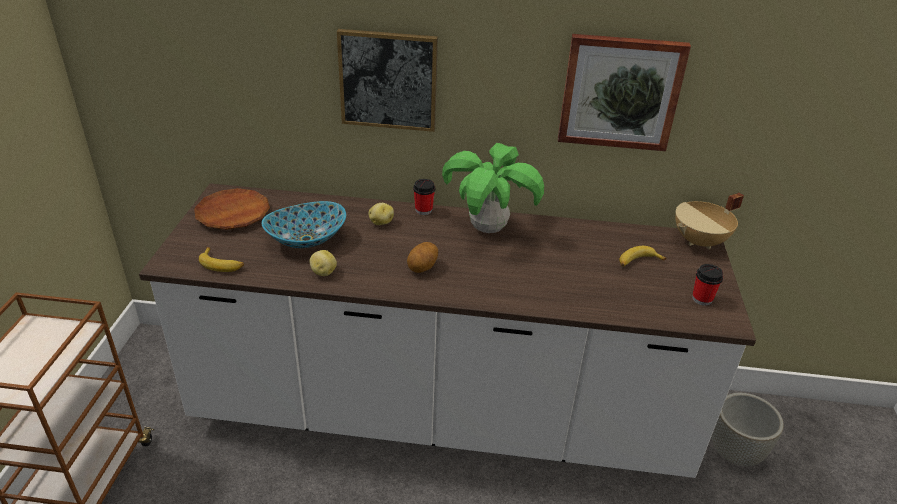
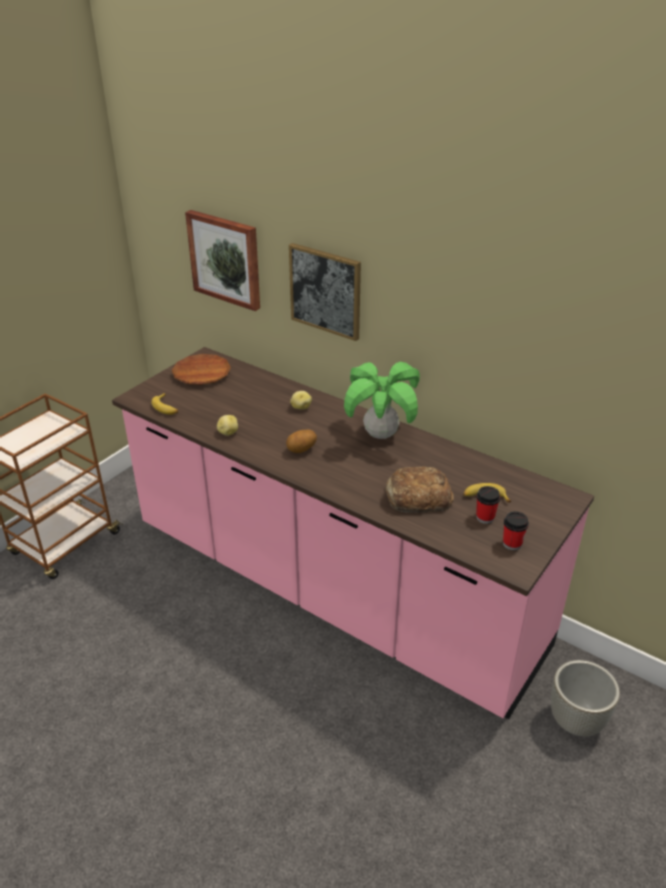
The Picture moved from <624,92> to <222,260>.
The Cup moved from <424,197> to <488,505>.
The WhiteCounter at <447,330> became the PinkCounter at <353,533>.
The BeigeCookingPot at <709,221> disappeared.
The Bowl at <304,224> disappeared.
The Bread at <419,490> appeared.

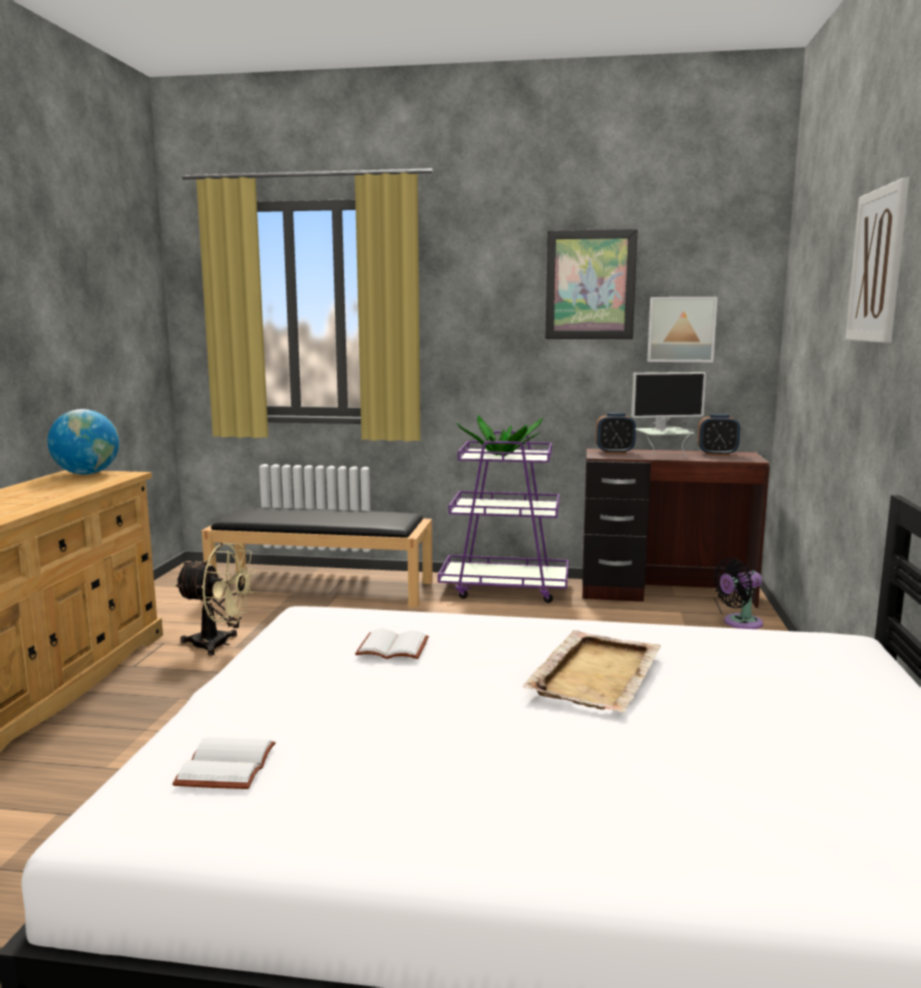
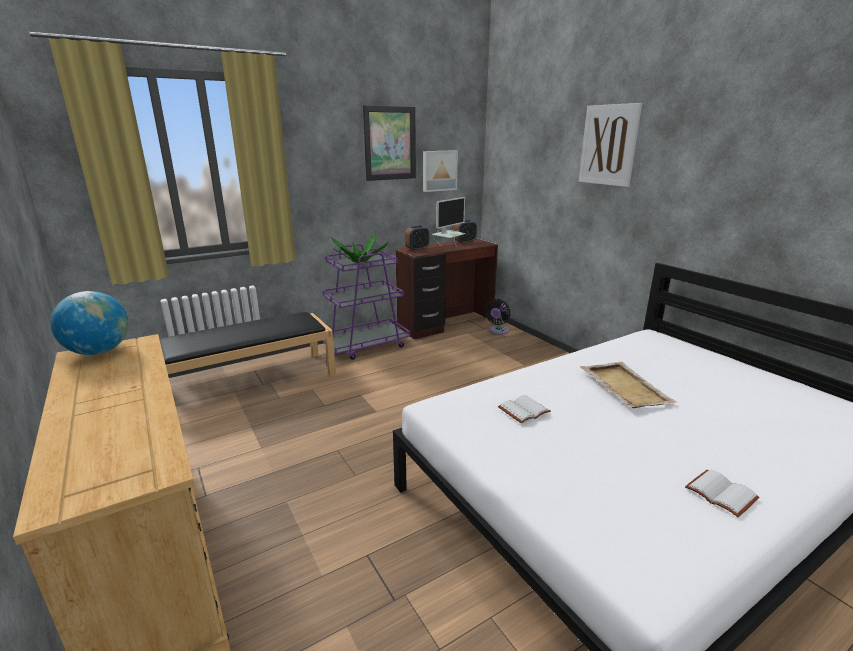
The BeigeFan at <215,599> disappeared.
The WhiteBook moved from <224,763> to <722,493>.

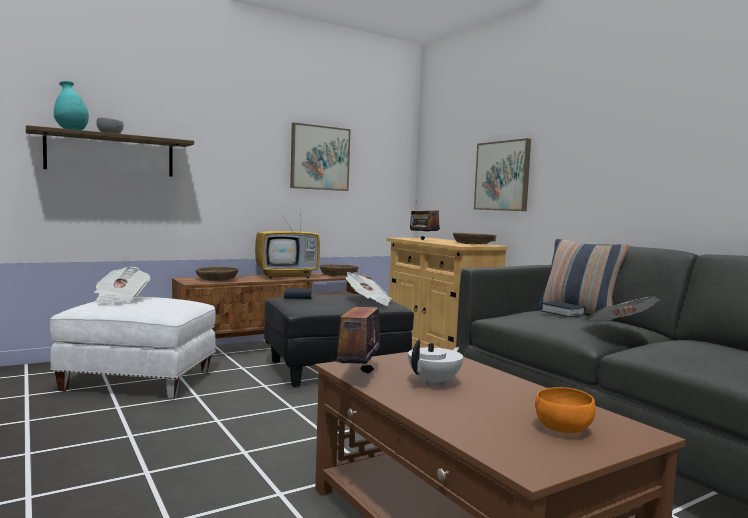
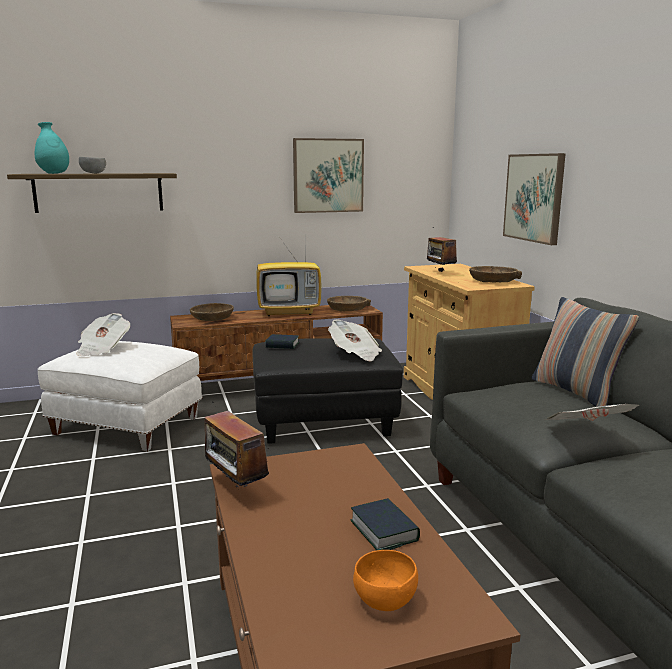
The Radio at <356,331> turned 60 degrees counterclockwise.
The Book moved from <563,309> to <385,524>.
The WhiteTeapot at <435,363> disappeared.

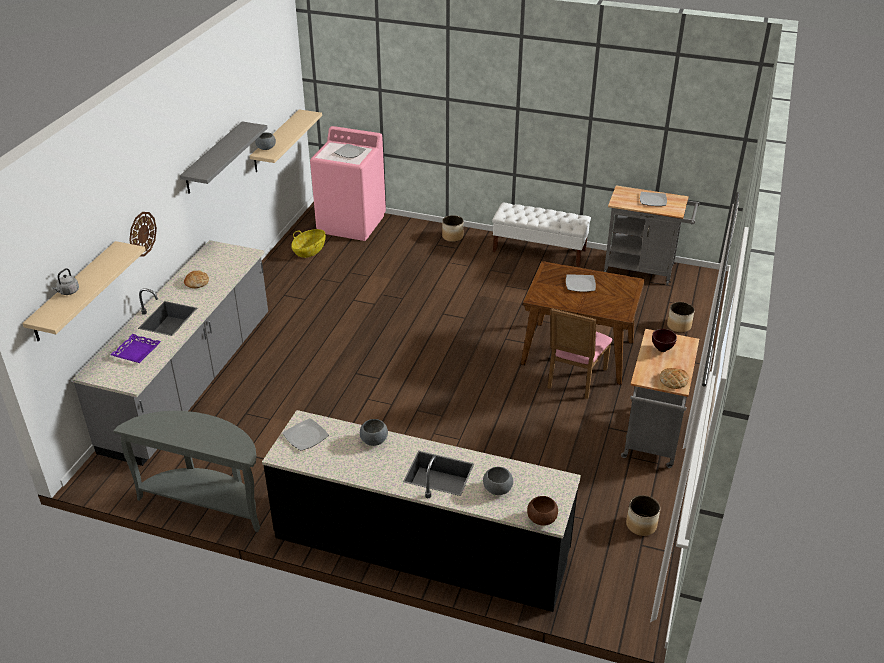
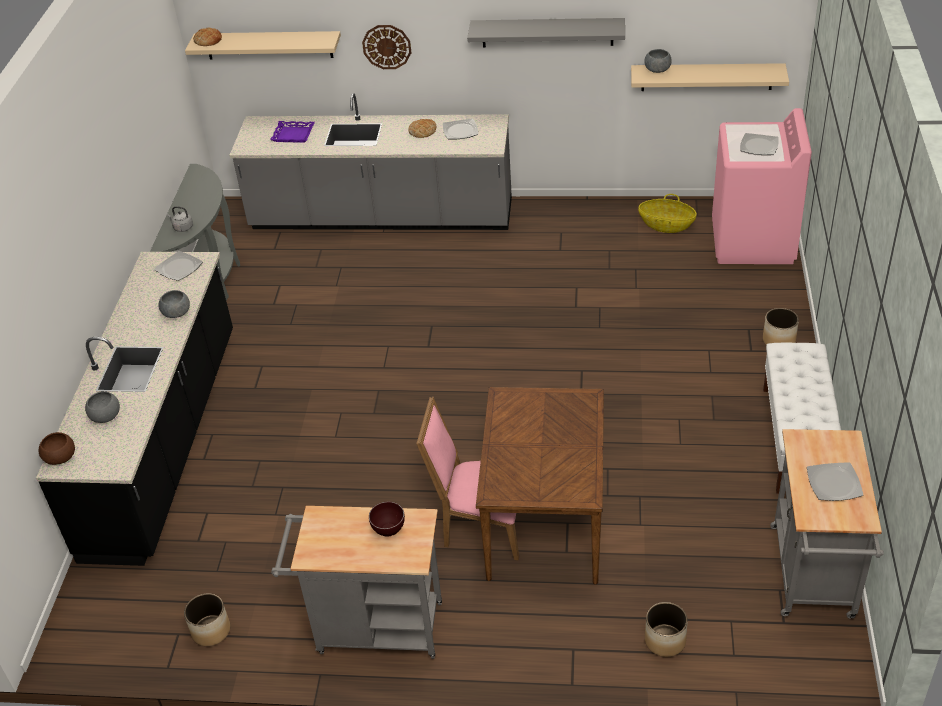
The GreyKettle moved from <65,281> to <180,219>.
The Plate moved from <581,283> to <460,128>.
The Bread moved from <674,378> to <207,37>.

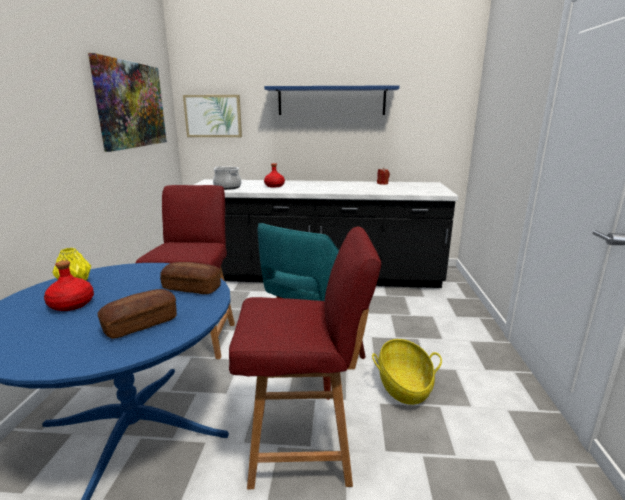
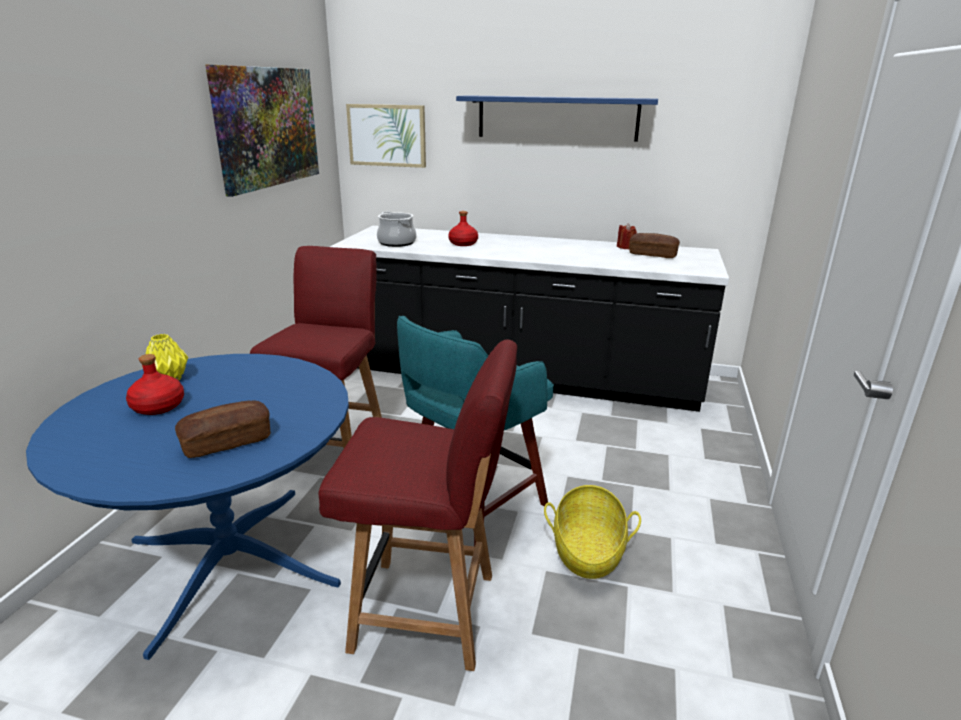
The Bread moved from <190,278> to <654,245>.

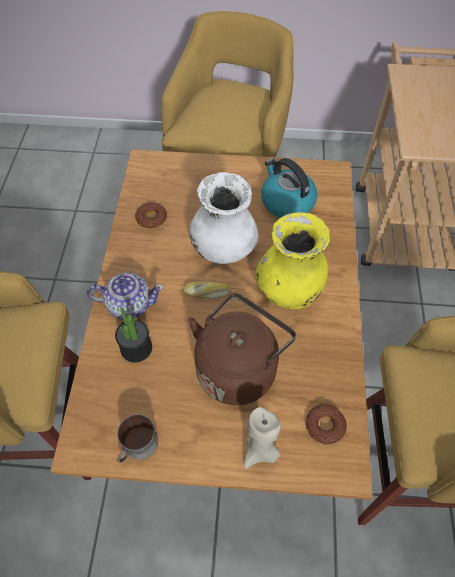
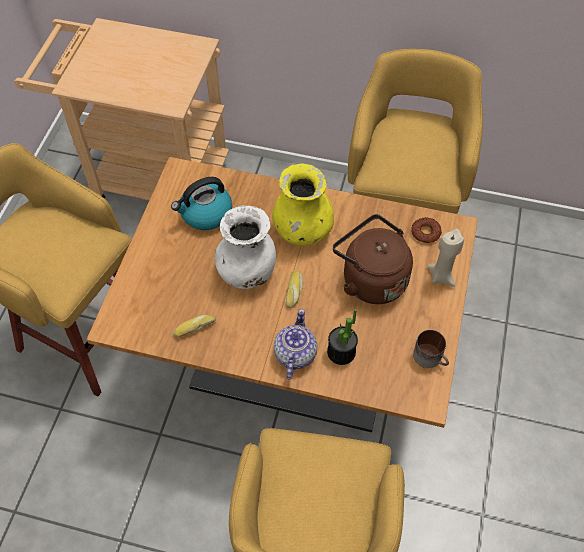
The Donut at <151,215> was replaced by the Bread at <194,326>.

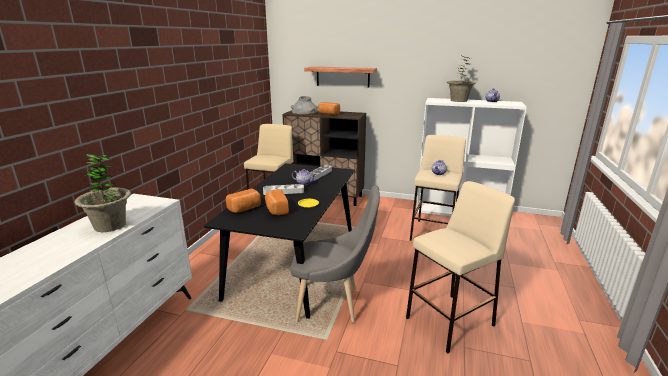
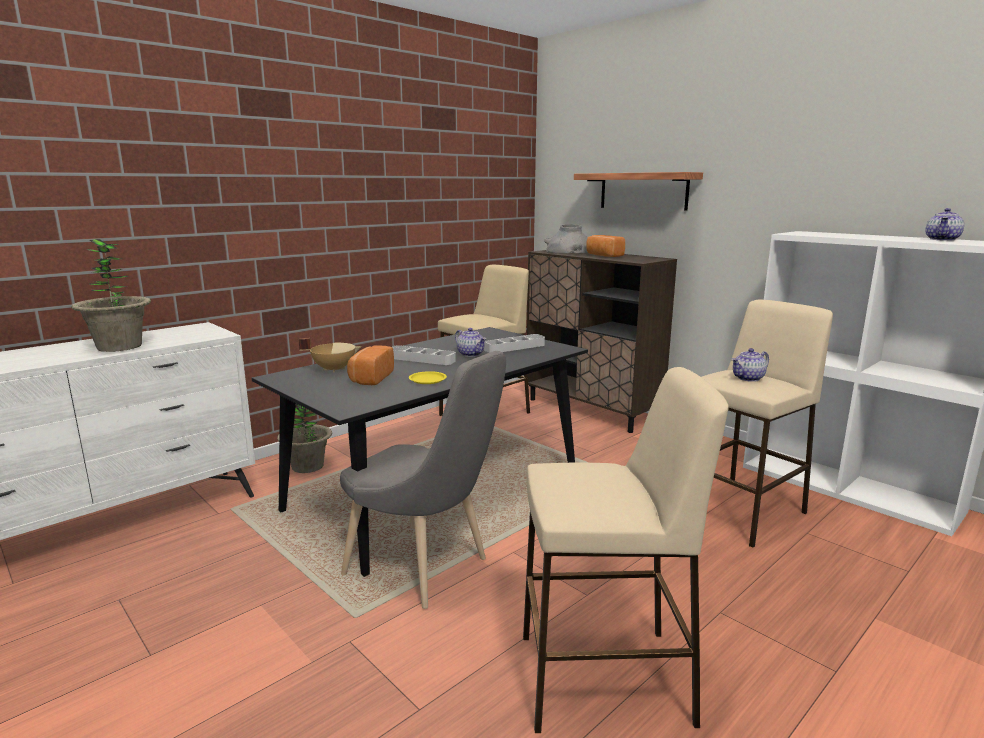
The PottedPlant moved from <461,79> to <304,438>.
The Bread at <243,201> was replaced by the BeigeCookingPot at <329,355>.

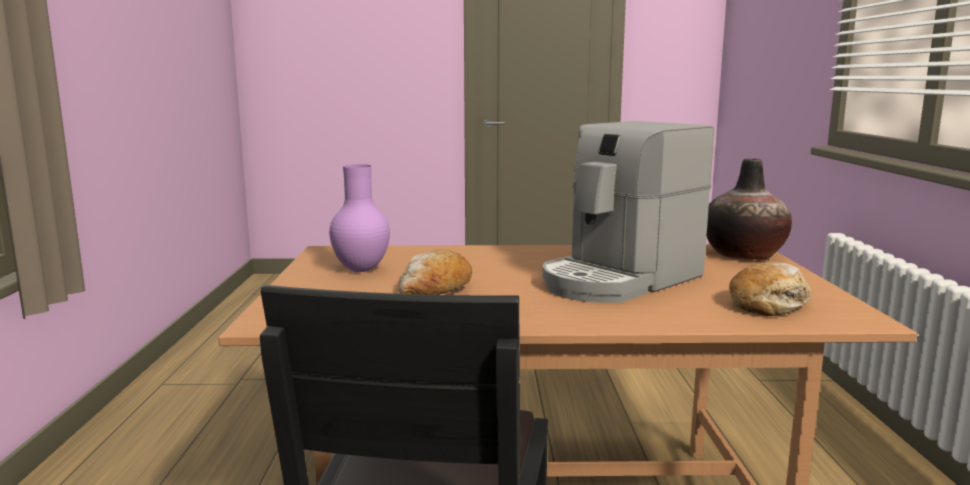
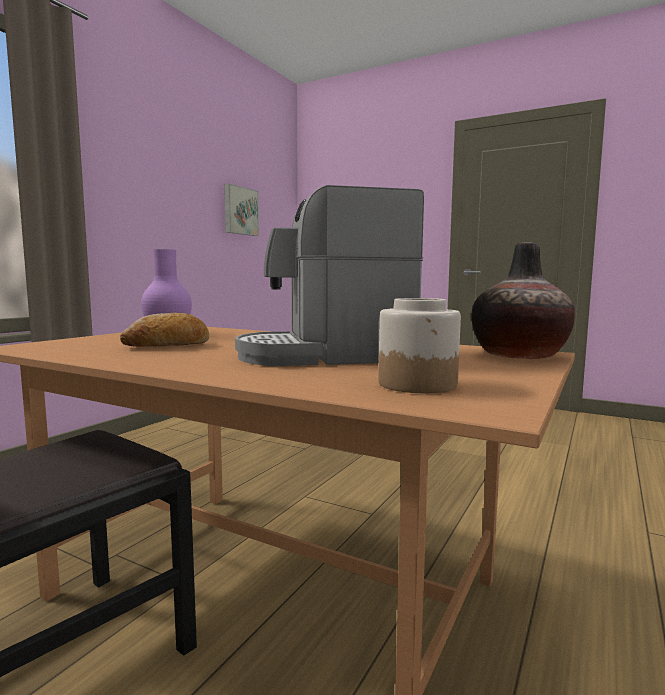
The Bread at <770,289> was replaced by the Jar at <419,345>.
The Picture at <241,209> appeared.

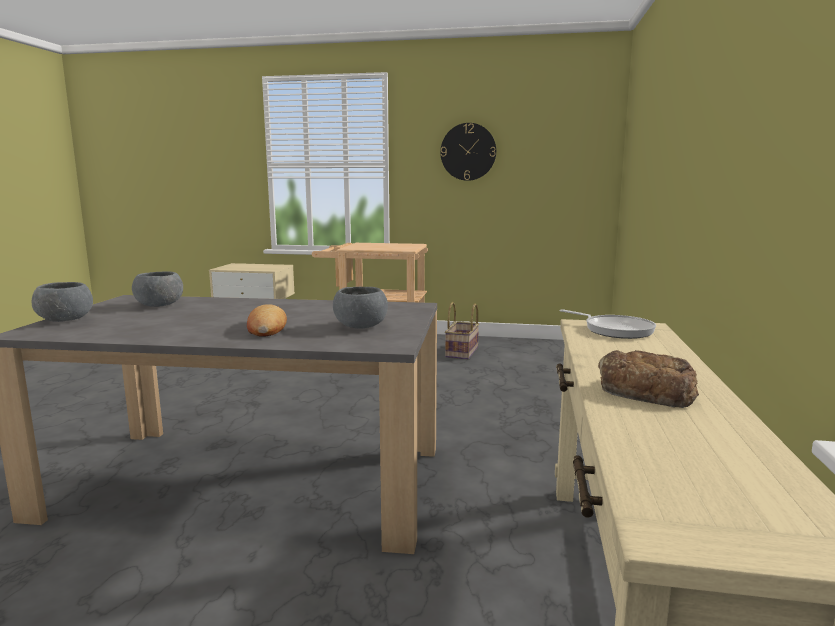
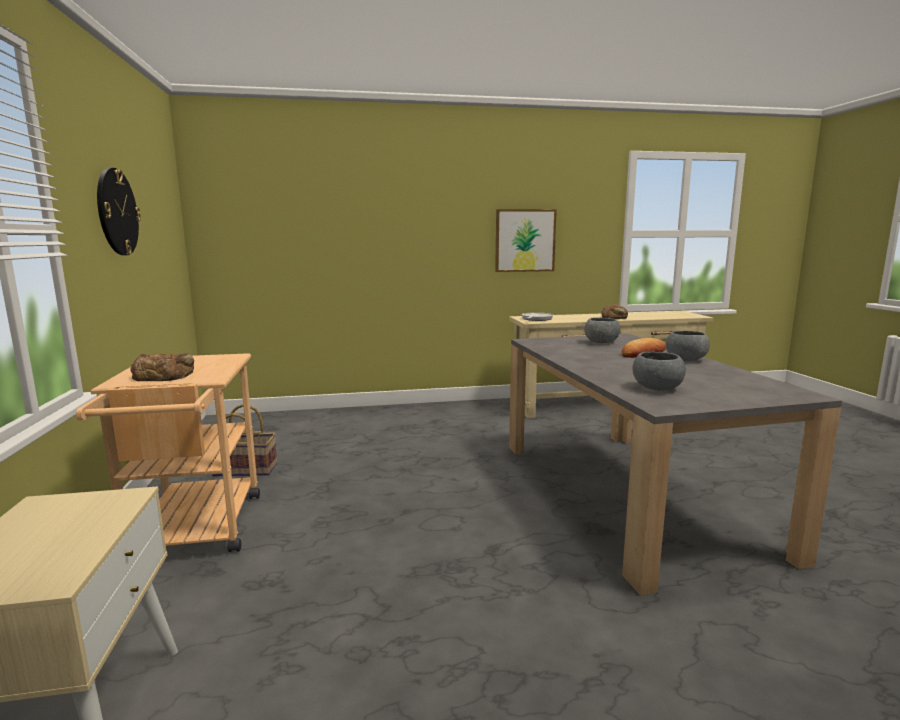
The GreyBowl moved from <62,302> to <688,346>.
The Picture at <526,240> appeared.
The Bread at <162,367> appeared.

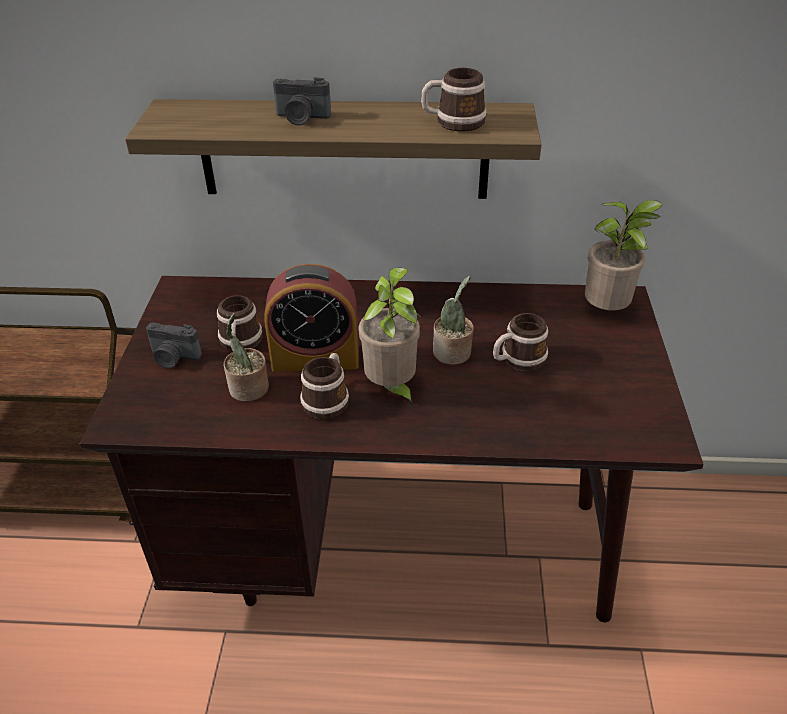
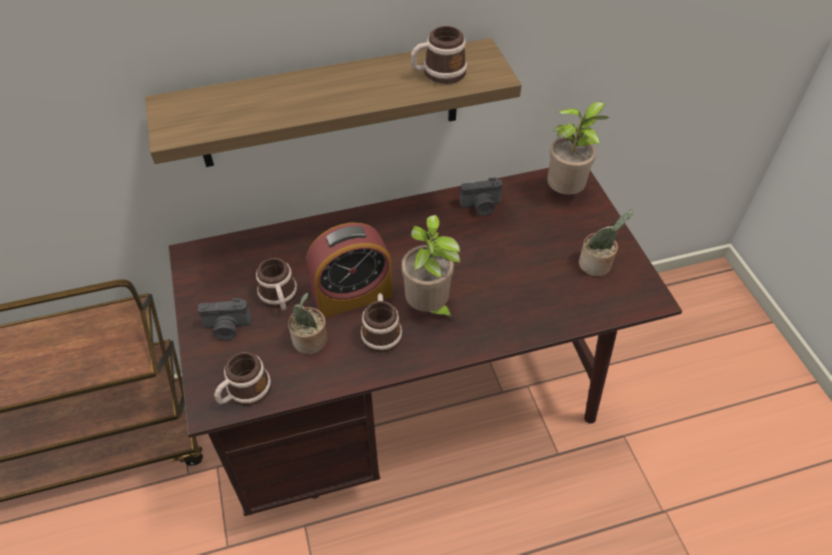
The PhotoCamera moved from <302,101> to <481,197>.
The PottedPlant moved from <453,320> to <606,242>.
The Mug moved from <520,342> to <242,379>.

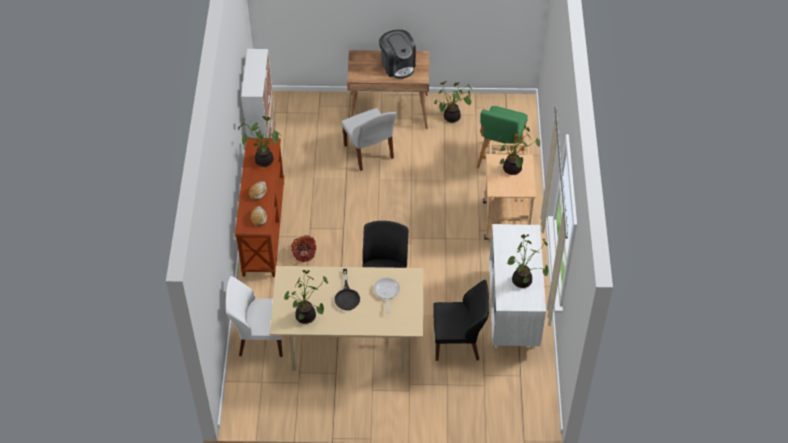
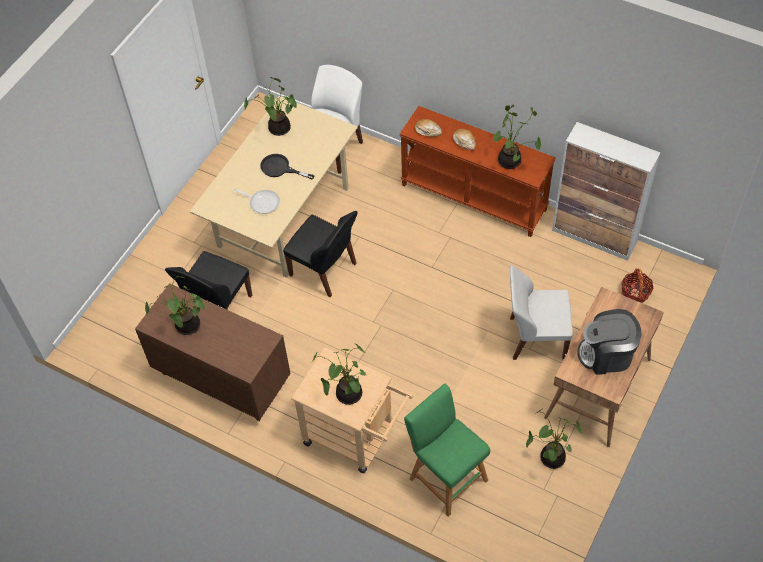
The WhiteDresser at <517,286> became the BrownDresser at <213,352>.
The Basket moved from <303,248> to <637,286>.

